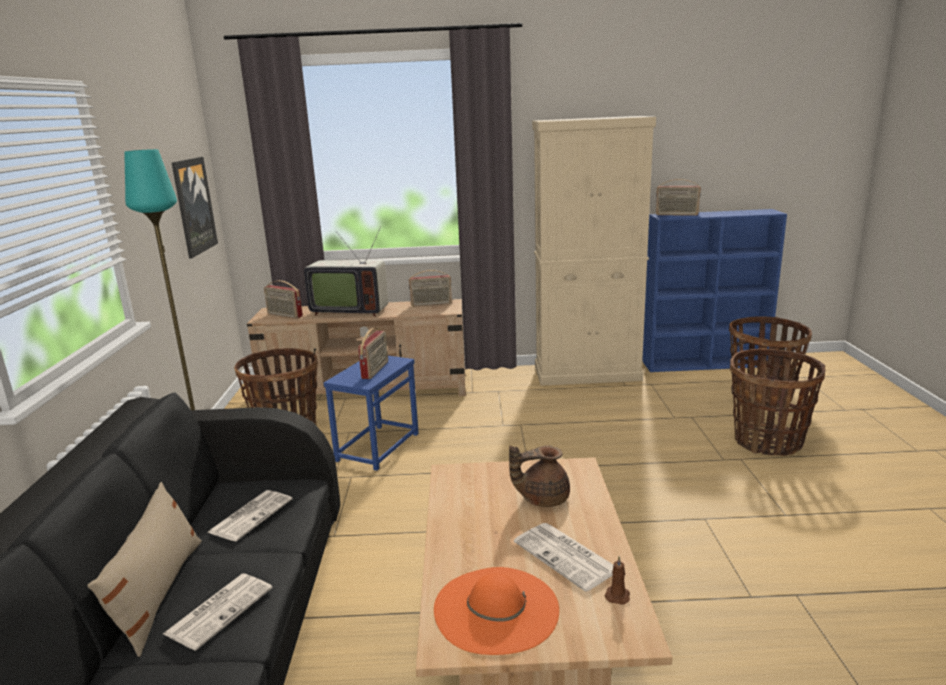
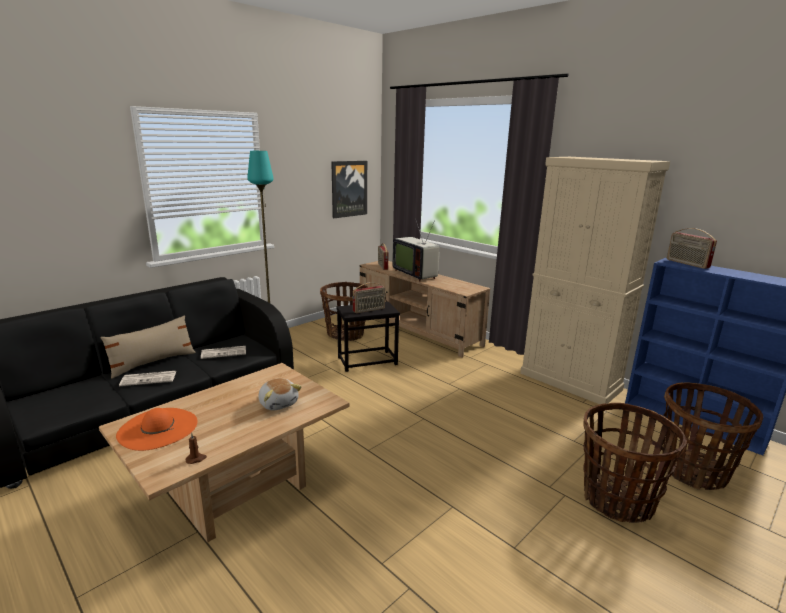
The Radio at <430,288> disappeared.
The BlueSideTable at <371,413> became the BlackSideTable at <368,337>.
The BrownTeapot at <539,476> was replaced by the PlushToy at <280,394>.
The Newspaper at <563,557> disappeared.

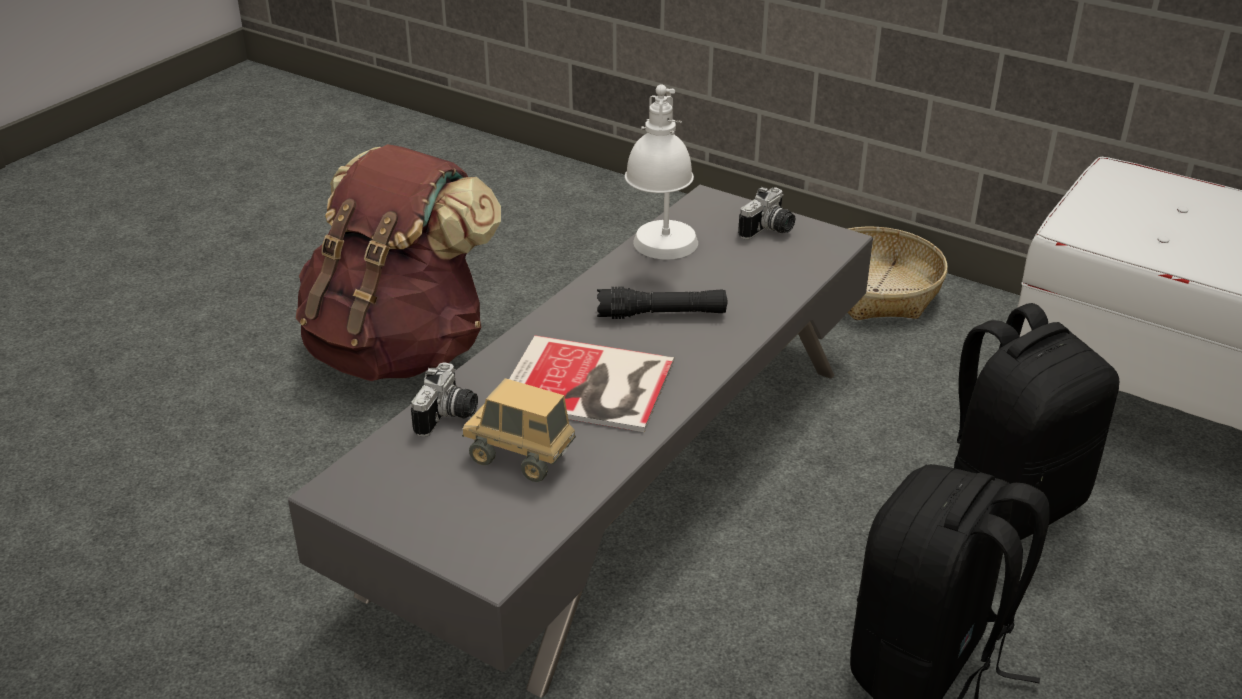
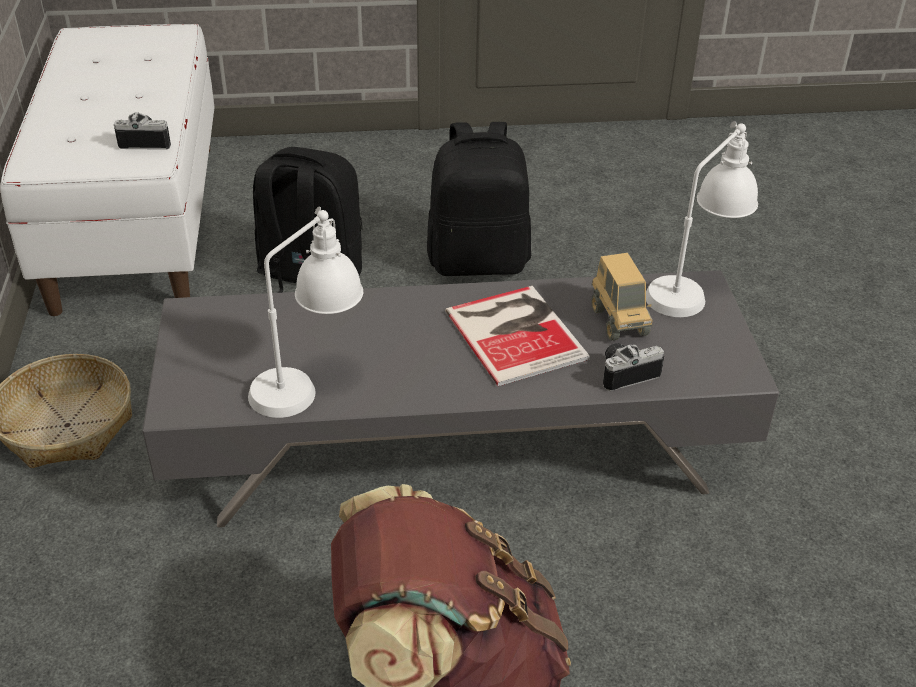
The PhotoCamera moved from <766,213> to <142,131>.
The BlackFlashlight at <662,303> disappeared.
The WhiteTableLamp at <702,219> appeared.

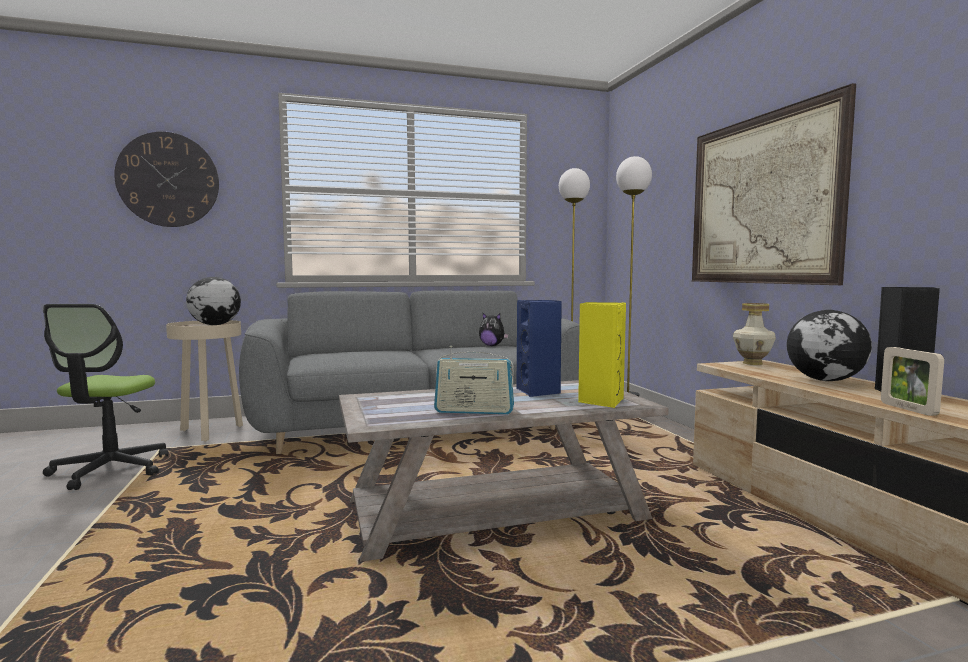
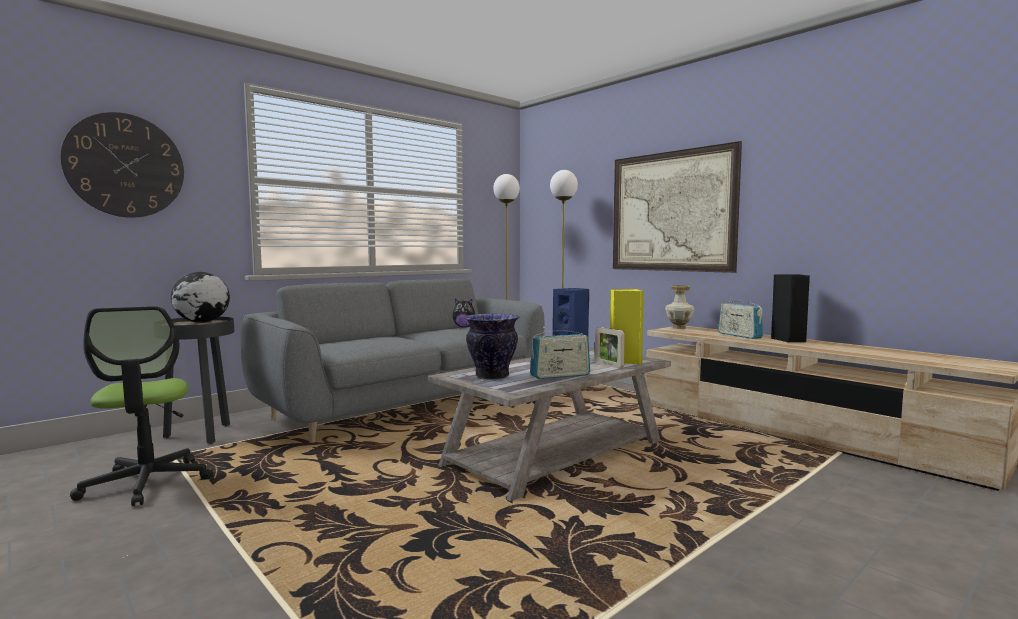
The Globe at <829,345> was replaced by the Radio at <740,317>.
The BeigeSideTable at <204,381> became the BlackSideTable at <198,380>.
The PictureFrame moved from <912,381> to <610,347>.
The Vase at <491,347> appeared.

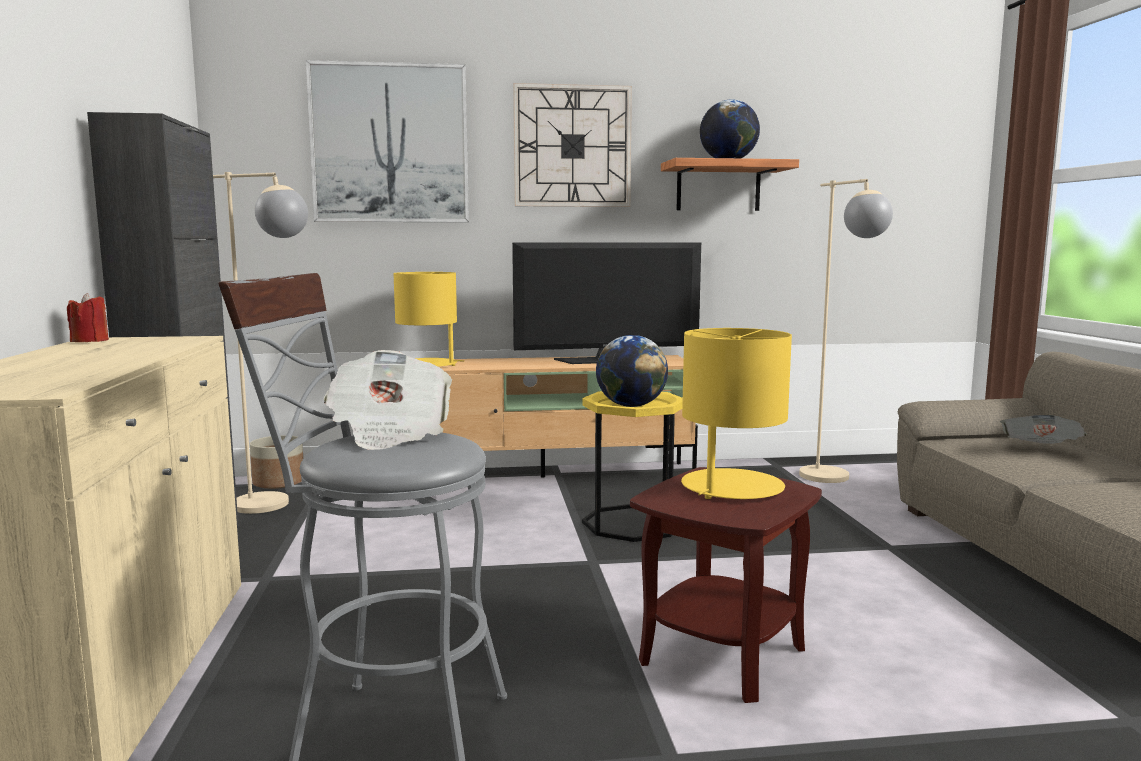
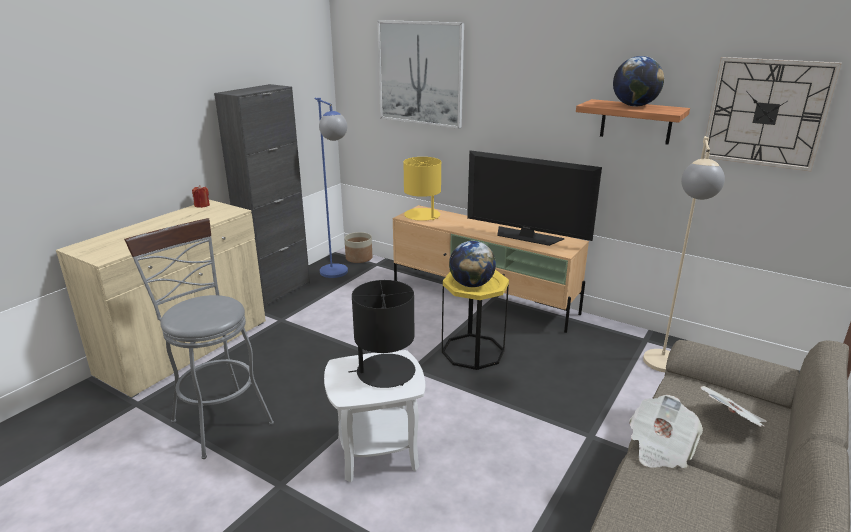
The WallClock moved from <572,145> to <773,114>.
The BeigeFloorLamp at <260,343> became the BlueFloorLamp at <331,188>.
The YellowTableLamp at <736,413> became the BlackTableLamp at <381,334>.
The Newspaper moved from <388,400> to <666,431>.
The BrownSideTable at <726,585> became the WhiteSideTable at <374,416>.

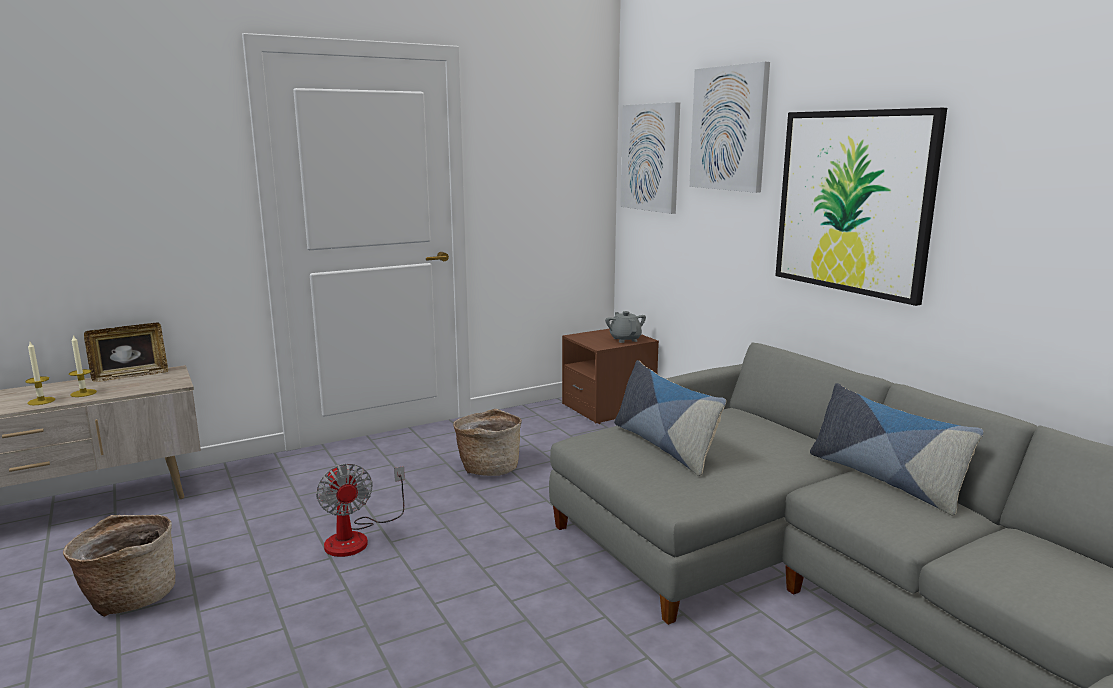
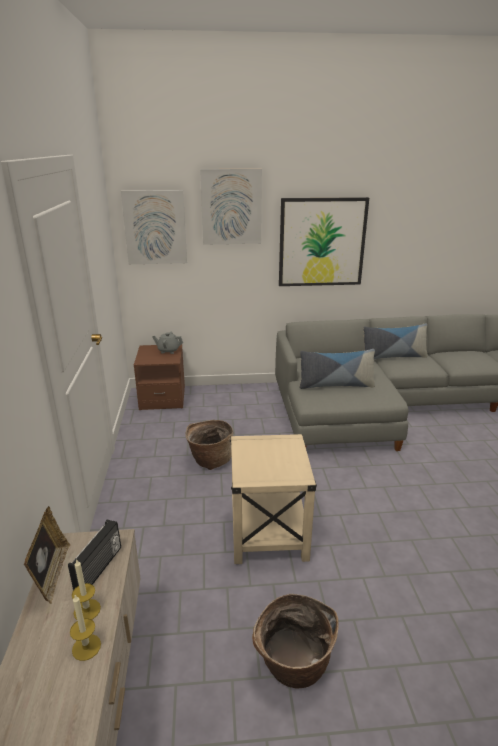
The Fan at <360,510> was replaced by the BeigeSideTable at <273,499>.
The Radio at <94,555> appeared.

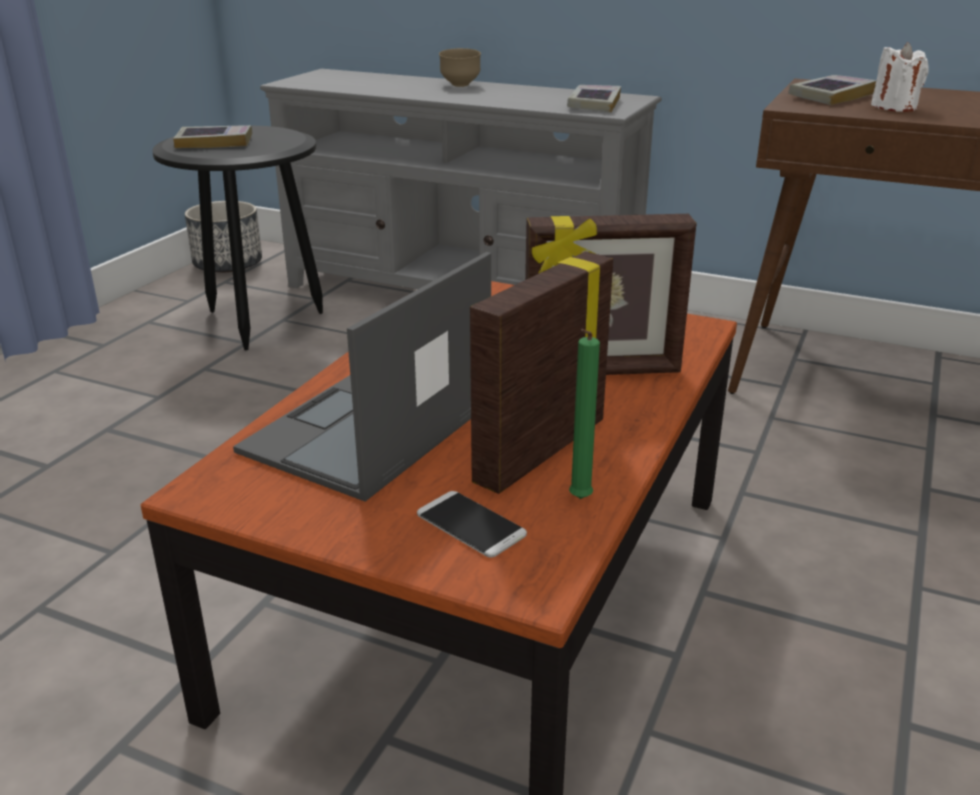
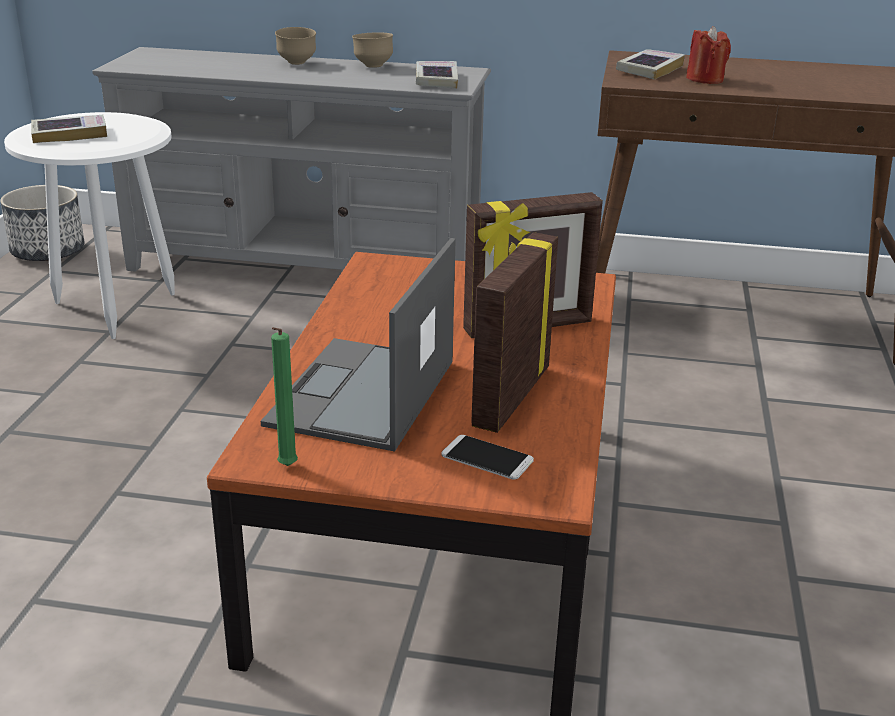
The WhiteCandle at <900,77> became the RedCandle at <708,55>.
The BlackSideTable at <237,238> became the WhiteSideTable at <89,225>.
The GreenCandle moved from <584,414> to <284,396>.
The BrownBowl at <372,50> appeared.

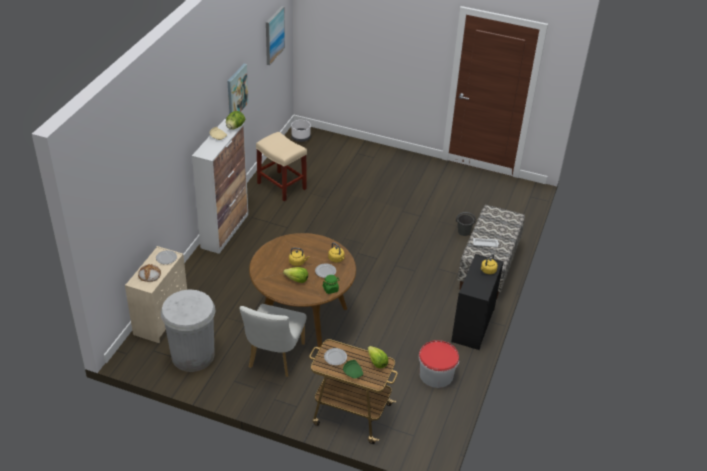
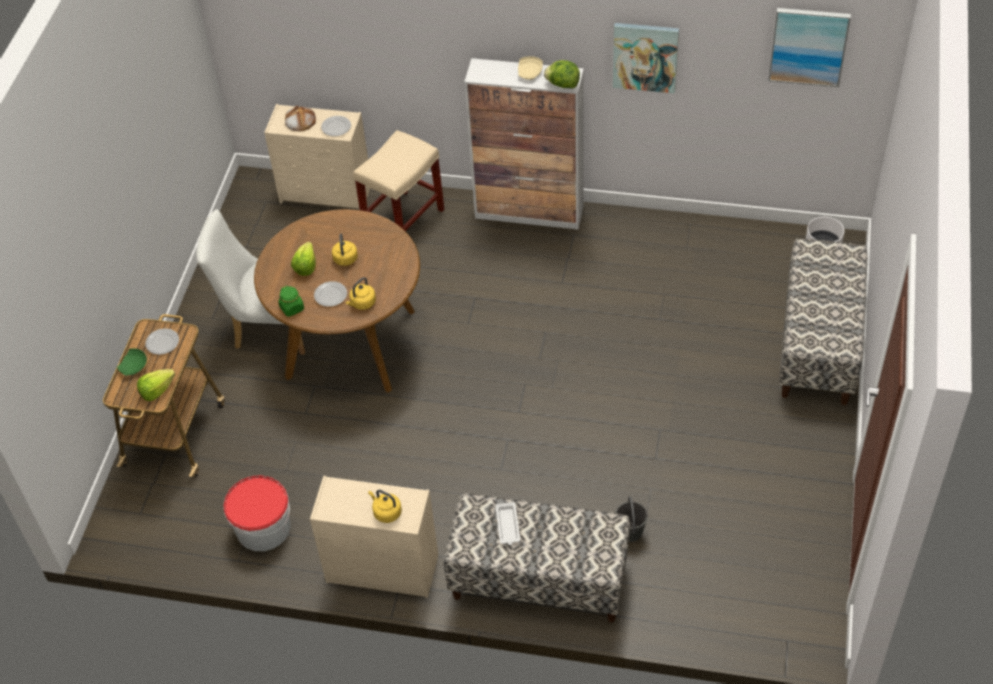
The BeigeStool moved from <281,166> to <399,180>.
The BlackDresser at <477,302> became the BeigeDresser at <374,537>.
The WhiteTrashCan at <188,330> disappeared.
The Bench at <823,321> appeared.

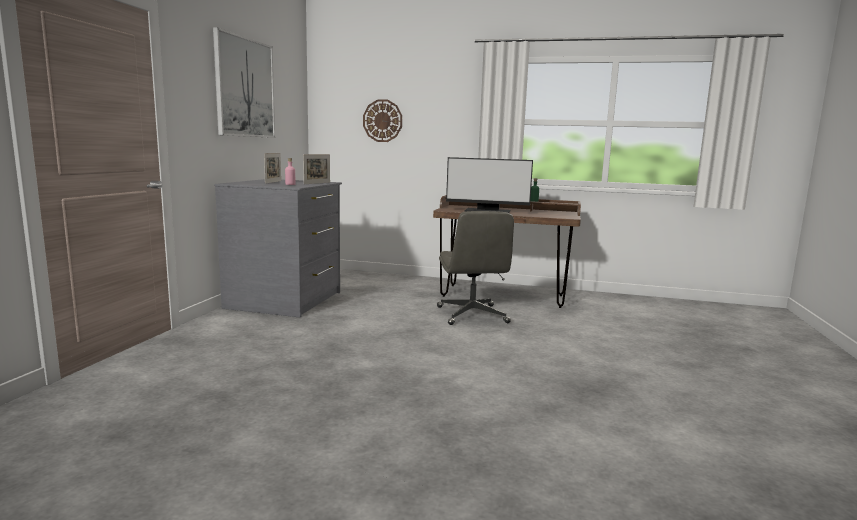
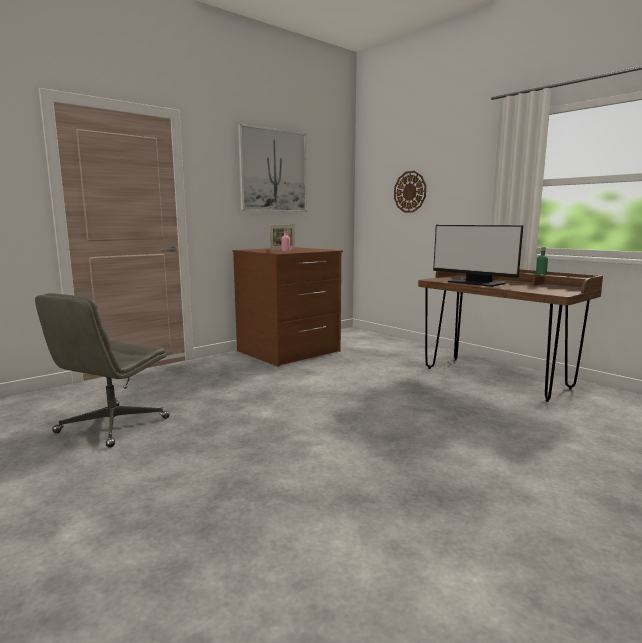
The PictureFrame at <316,169> disappeared.
The GreyDresser at <278,248> became the BrownDresser at <287,307>.
The GreyOfficeChair moved from <475,268> to <102,370>.

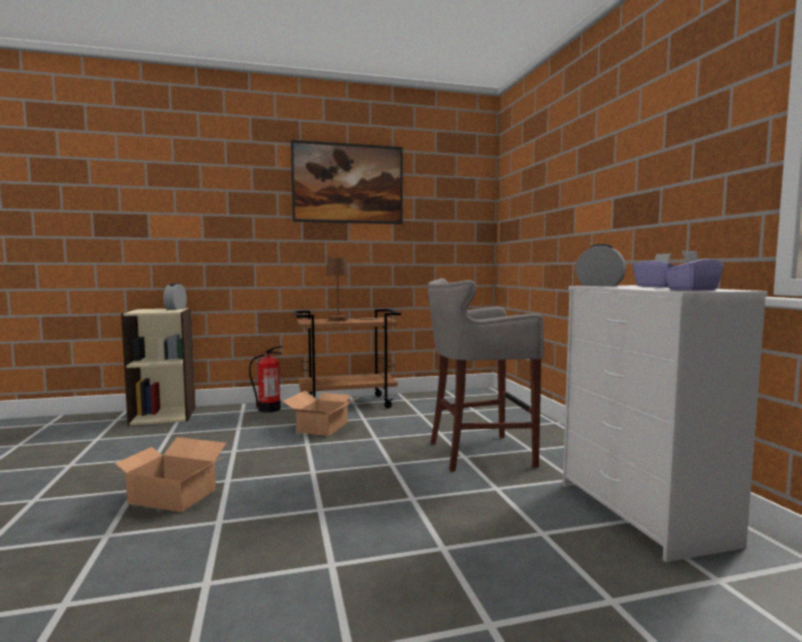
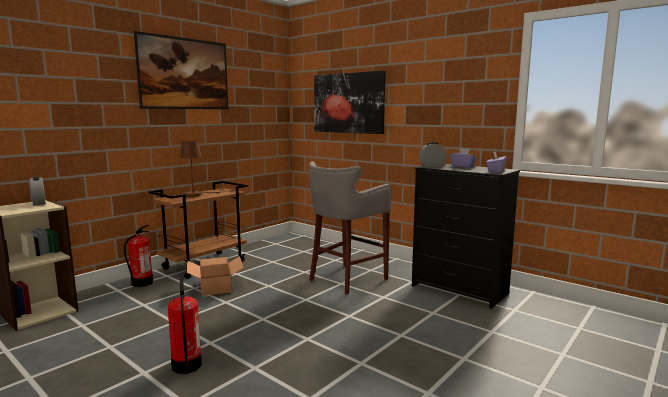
The WhiteDresser at <665,423> became the BlackDresser at <466,236>.
The CardboardBox at <166,474> was replaced by the FireExtinguisher at <185,326>.
The Picture at <350,102> appeared.

